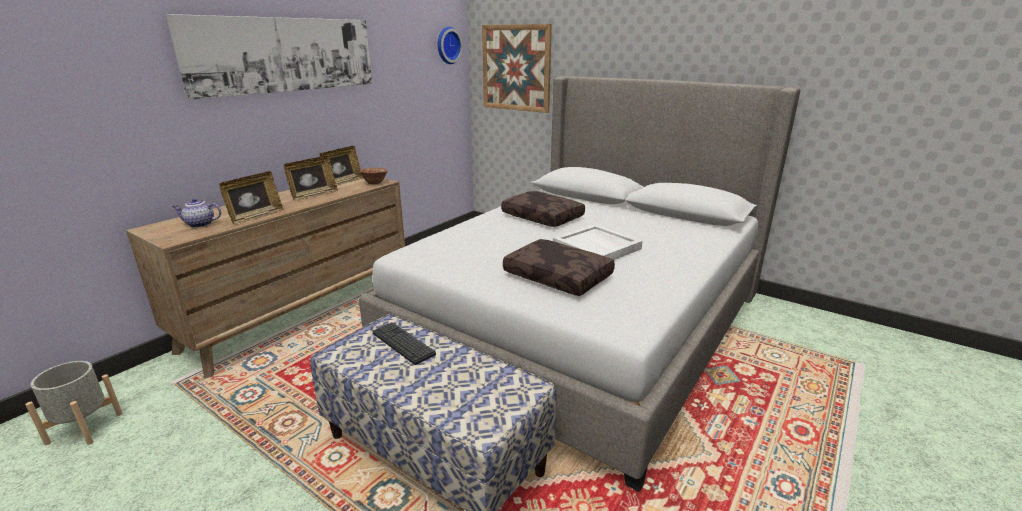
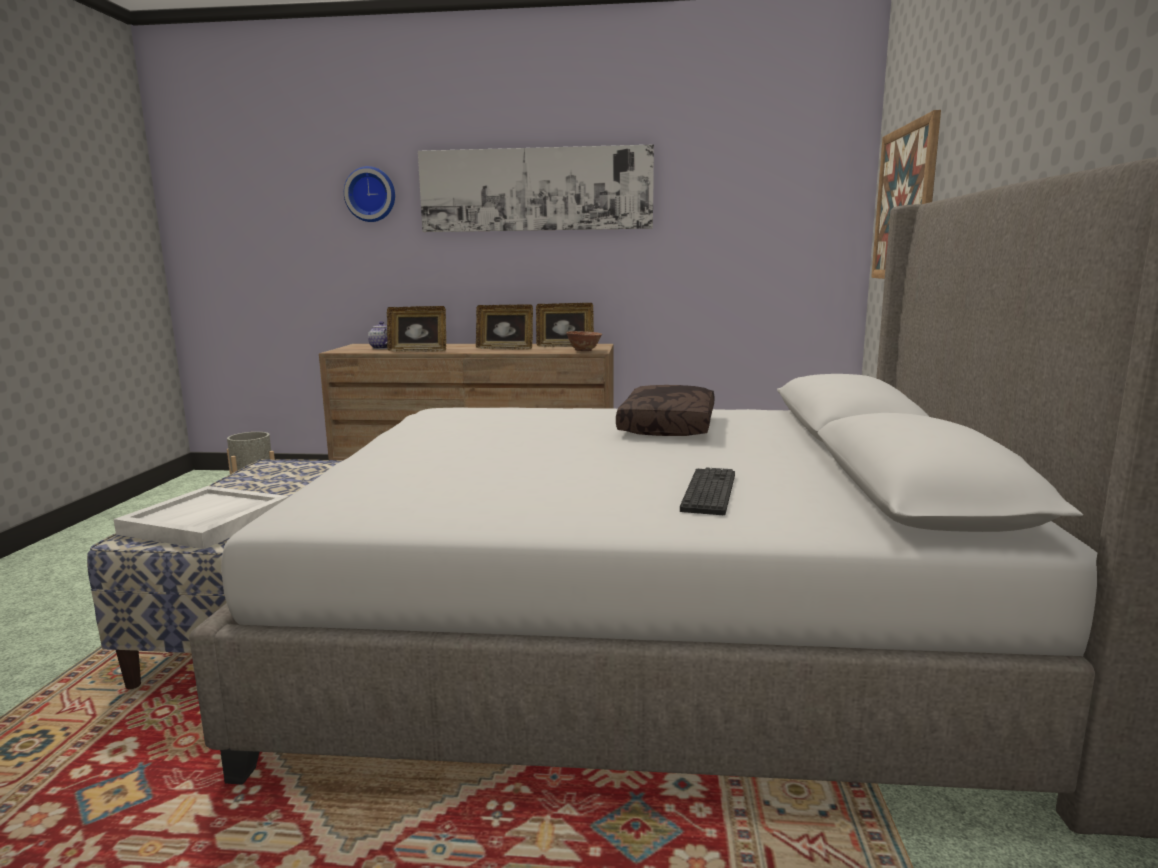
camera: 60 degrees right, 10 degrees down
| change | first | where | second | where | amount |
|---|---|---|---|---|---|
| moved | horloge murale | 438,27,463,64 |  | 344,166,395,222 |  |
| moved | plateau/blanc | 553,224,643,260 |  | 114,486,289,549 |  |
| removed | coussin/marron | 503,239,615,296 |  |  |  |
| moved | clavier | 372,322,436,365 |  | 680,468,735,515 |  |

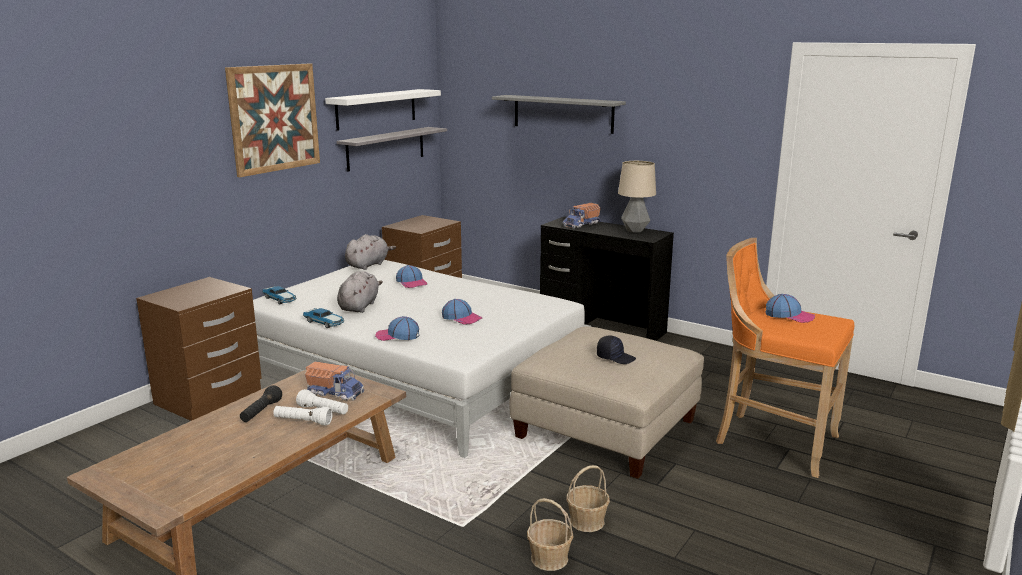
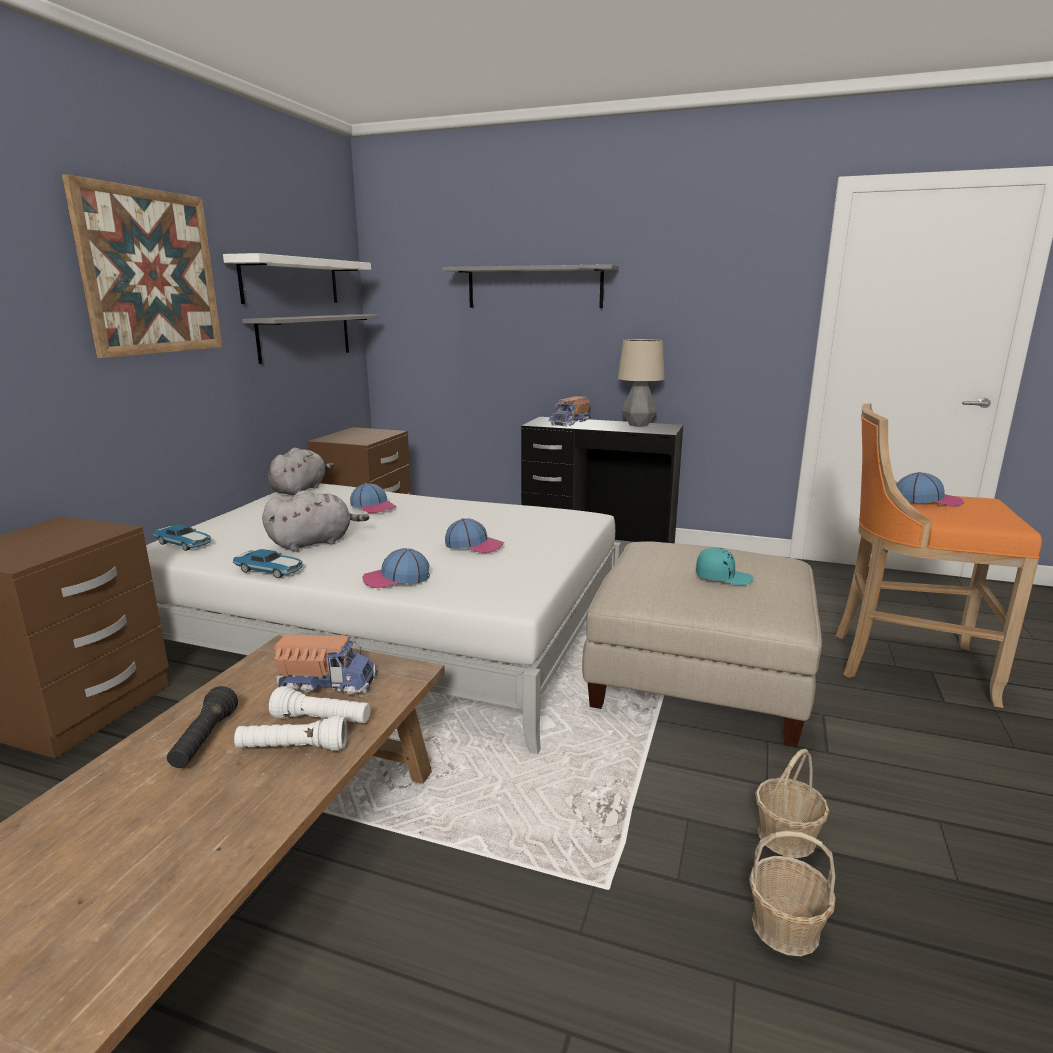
camera: 15 degrees left, 0 degrees up
| change | first | where | second | where | amount |
|---|---|---|---|---|---|
| turned | peluche/gris | 337,271,383,313 |  | 262,491,369,552 | 60 degrees clockwise |
| recoloured | casquette/noir | 597,336,636,364 | casquette/turquoise | 696,547,753,585 |  |

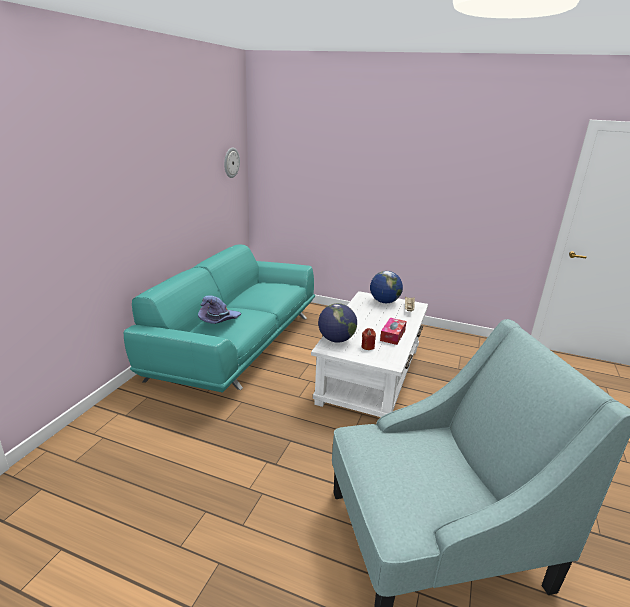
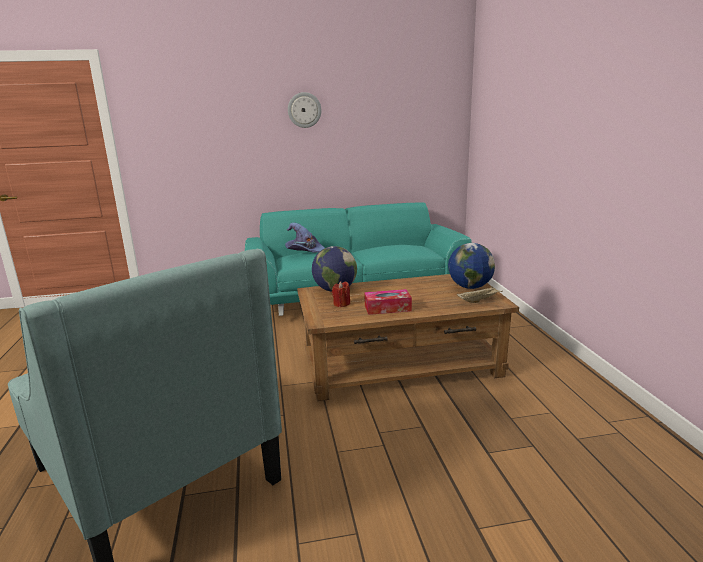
camera: 60 degrees right, 5 degrees down
| change | first | where | second | where | amount |
|---|---|---|---|---|---|
| moved | horloge murale | 224,147,240,178 |  | 288,92,321,128 |  |
| recoloured | table basse/blanc | 311,291,428,417 | table basse/marron | 297,274,519,401 |  |

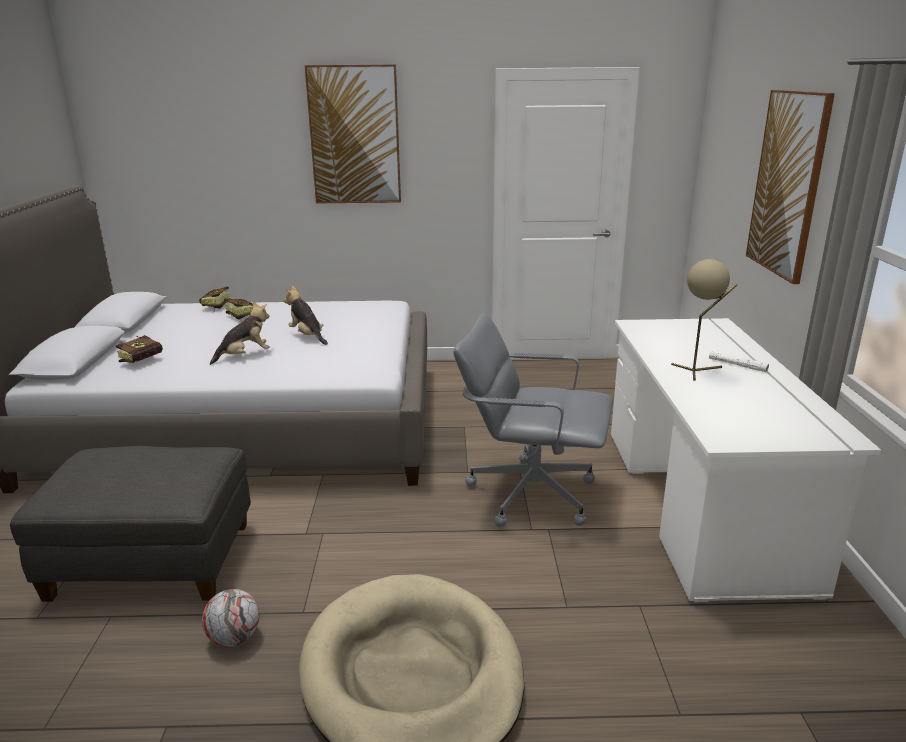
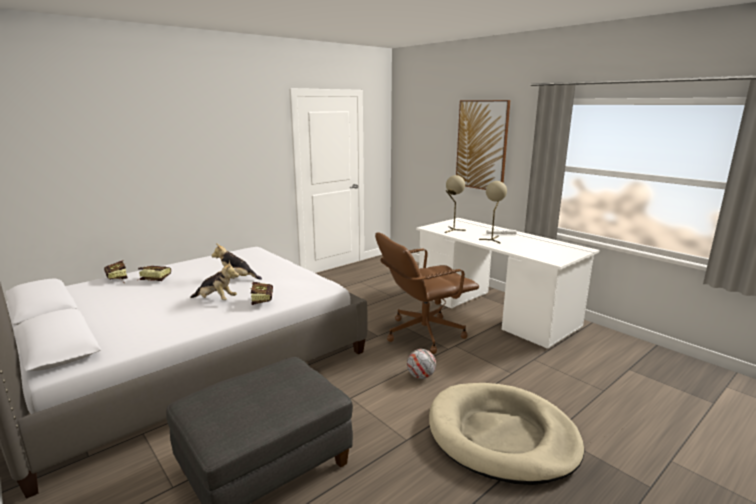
camera: 40 degrees left, 5 degrees down
| change | first | where | second | where | amount |
|---|---|---|---|---|---|
| removed | tableau | 305,64,401,204 |  |  |  |
| turned | peluche | 210,301,270,365 |  | 190,261,239,300 | 90 degrees clockwise |
| recoloured | chaise de bureau/gris | 453,313,613,527 | chaise de bureau/marron | 375,232,479,354 |  |
| moved | livre | 116,335,163,363 |  | 251,282,273,305 |  |
| moved | ballon de foot | 202,589,260,647 |  | 407,349,436,379 |  |
| added |  |  | lampe de table/beige | 445,175,466,233 |  |

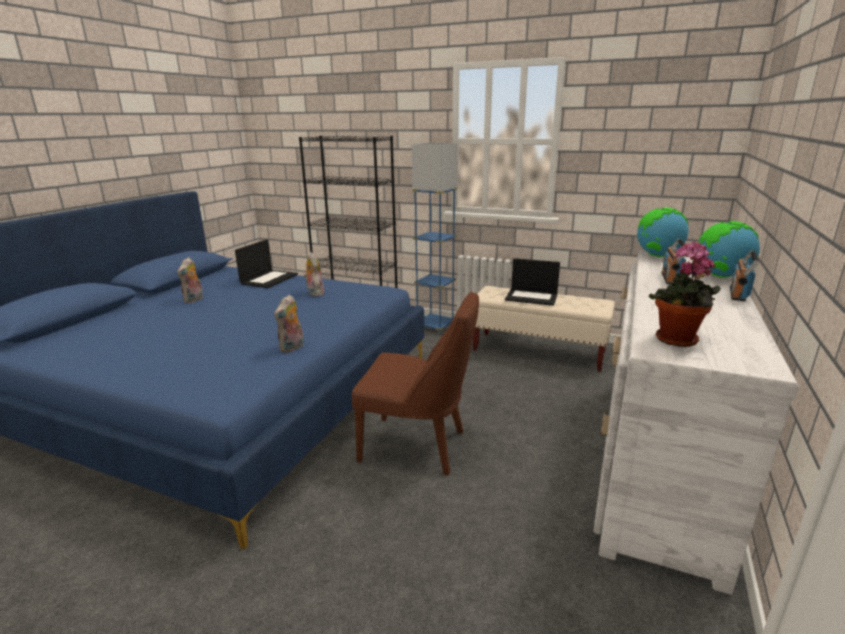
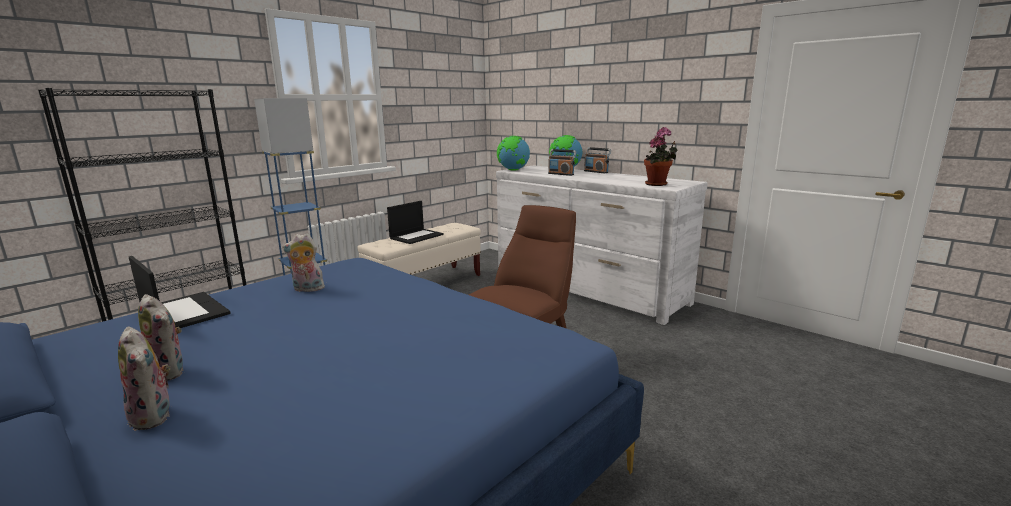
camera: 70 degrees left, 5 degrees down
| change | first | where | second | where | amount |
|---|---|---|---|---|---|
| moved | peluche | 274,295,304,353 |  | 118,326,170,431 |  |

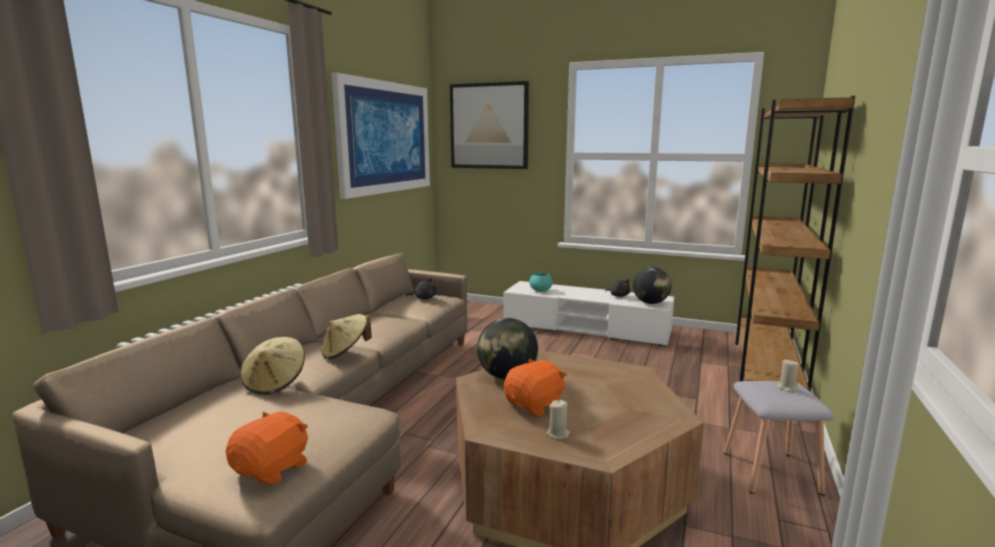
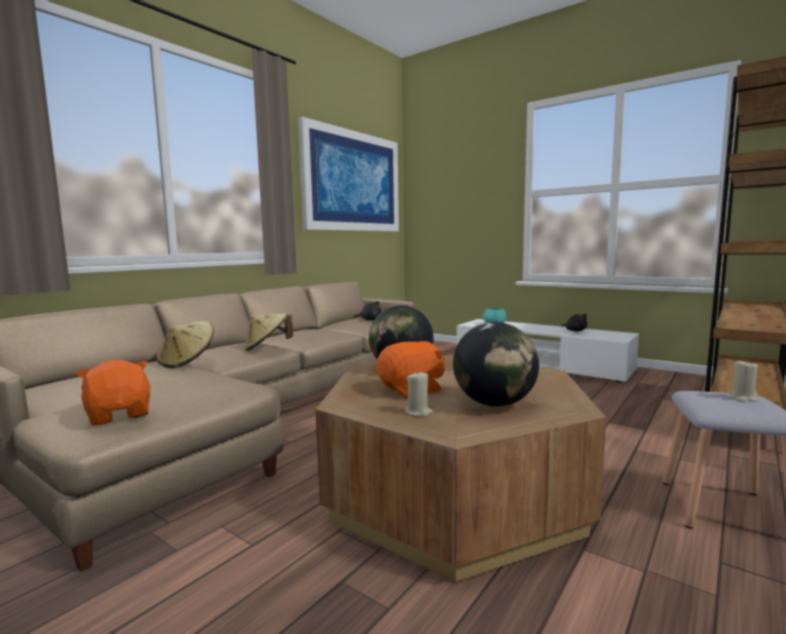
camera: 15 degrees right, 5 degrees down
| change | first | where | second | where | amount |
|---|---|---|---|---|---|
| removed | tableau | 450,81,529,169 |  |  |  |
| moved | globe | 633,267,671,304 |  | 453,322,539,407 |  |
| turned | peluche/orange | 226,412,308,485 |  | 76,360,150,425 | 75 degrees counterclockwise |

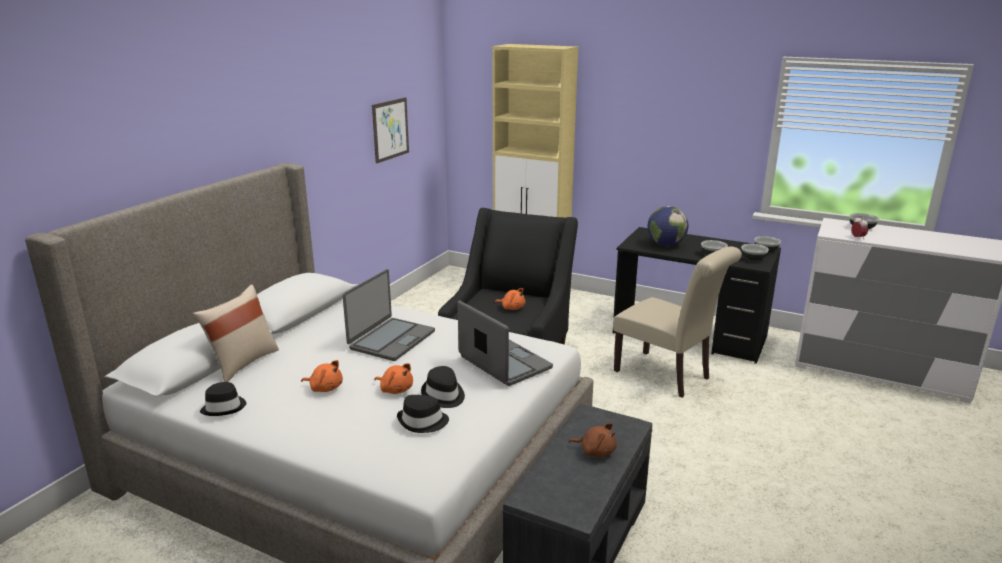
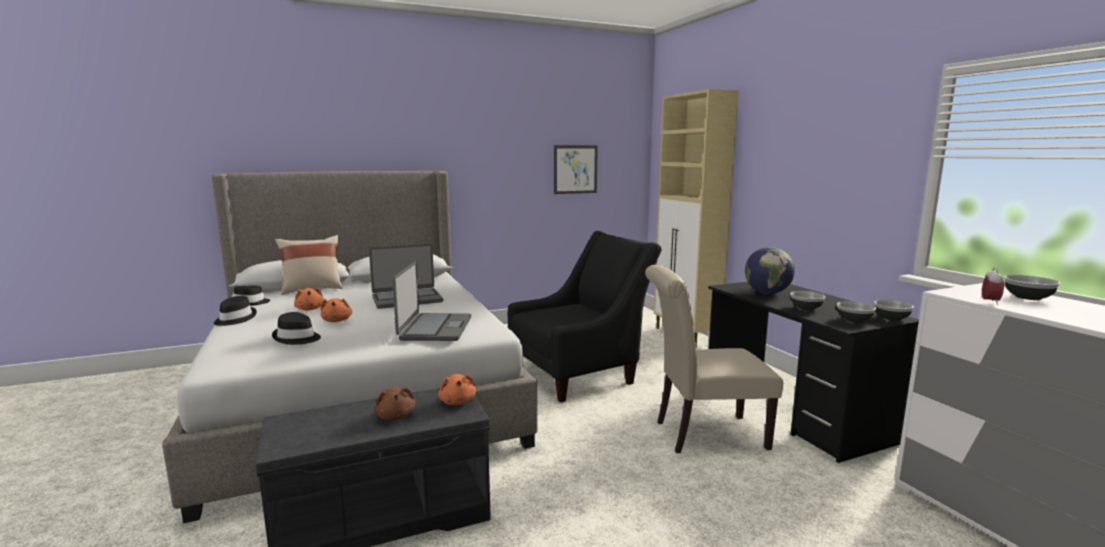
camera: 40 degrees right, 10 degrees down
| change | first | where | second | where | amount |
|---|---|---|---|---|---|
| turned | chaise/beige | 613,246,742,398 |  | 645,265,783,453 | 90 degrees clockwise |
| moved | peluche/orange | 495,288,525,310 |  | 438,374,476,405 |  |
| moved | chapeau/noir | 421,366,465,408 |  | 214,296,257,326 |  |

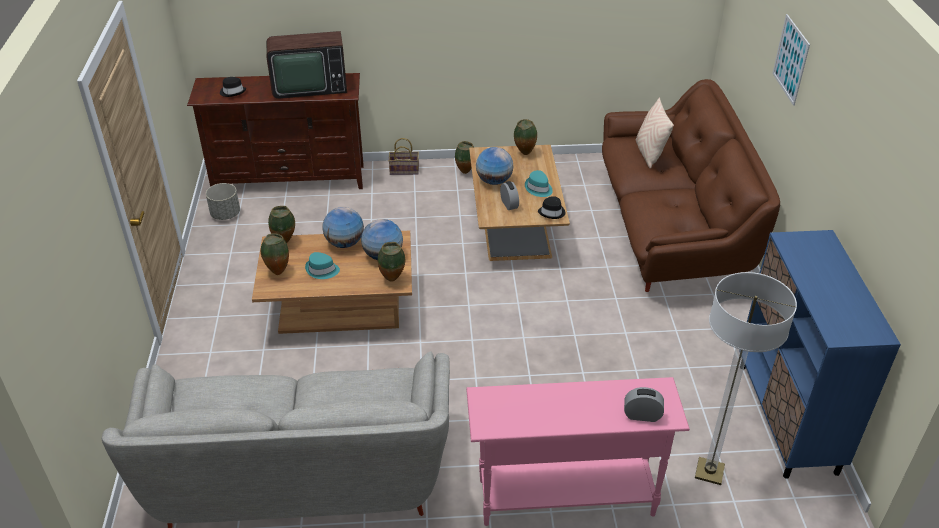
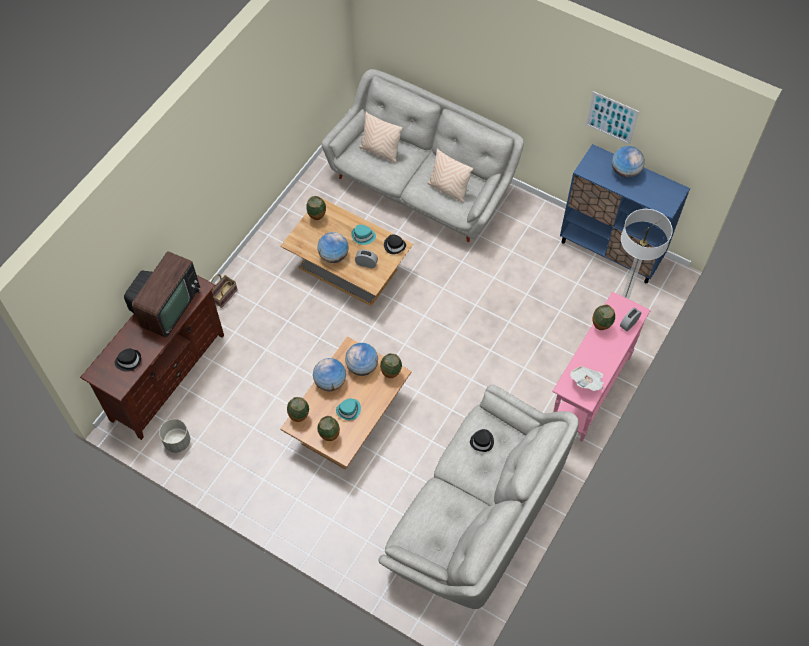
camera: 55 degrees left, 20 degrees up
| change | first | where | second | where | amount |
|---|---|---|---|---|---|
| moved | tableau | 772,14,810,106 |  | 586,91,639,145 |  |
| recoloured | canapé/marron | 602,79,780,292 | canapé/gris | 322,69,524,242 |  |
| moved | vase | 455,141,474,174 |  | 592,305,615,330 |  |
| added |  |  | globe | 612,146,644,178 |  |
| added |  |  | coussin/beige | 427,149,474,203 |  |
| added |  |  | journal | 570,366,604,391 |  |
| added |  |  | chapeau/noir | 470,429,494,452 |  |

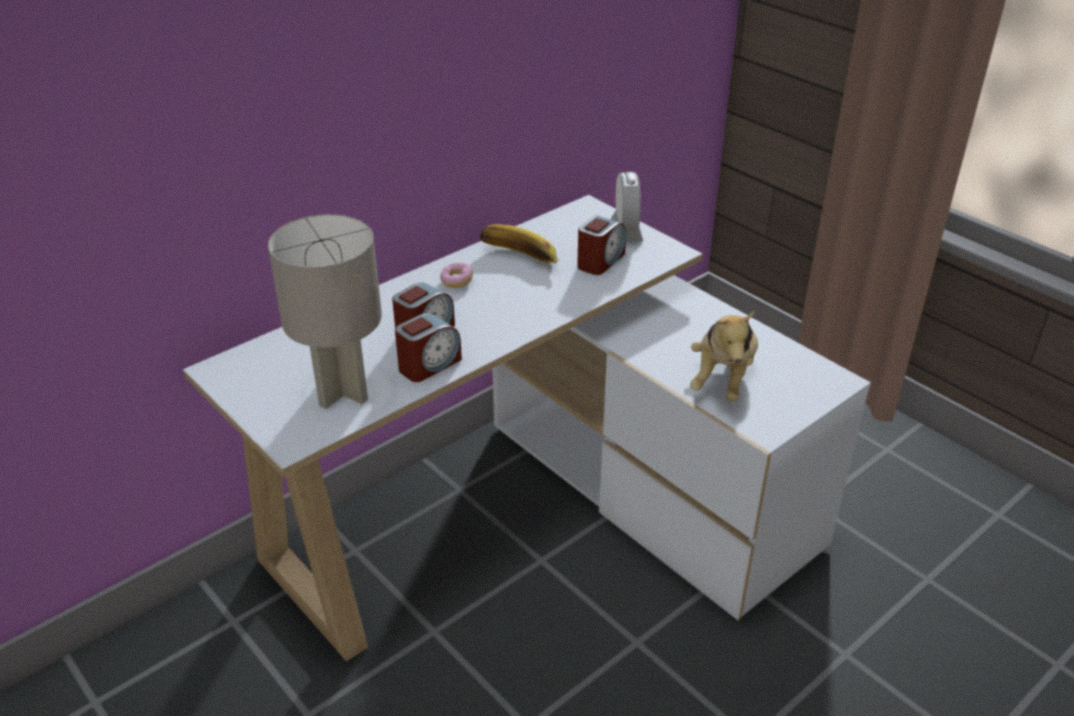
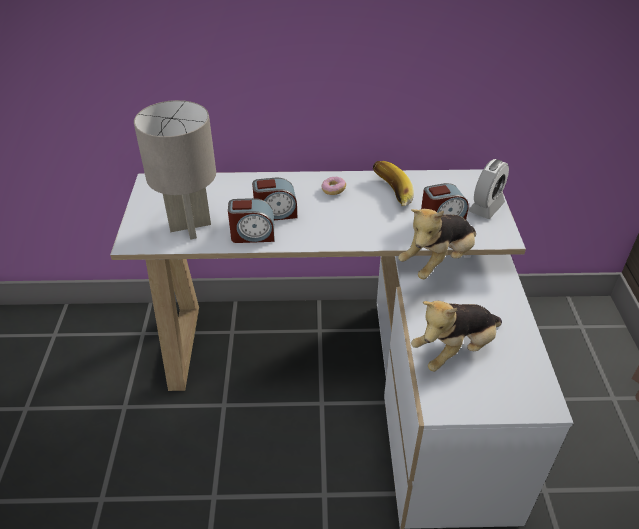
camera: 40 degrees right, 5 degrees up
| change | first | where | second | where | amount |
|---|---|---|---|---|---|
| added |  |  | peluche | 398,209,476,280 |  |

